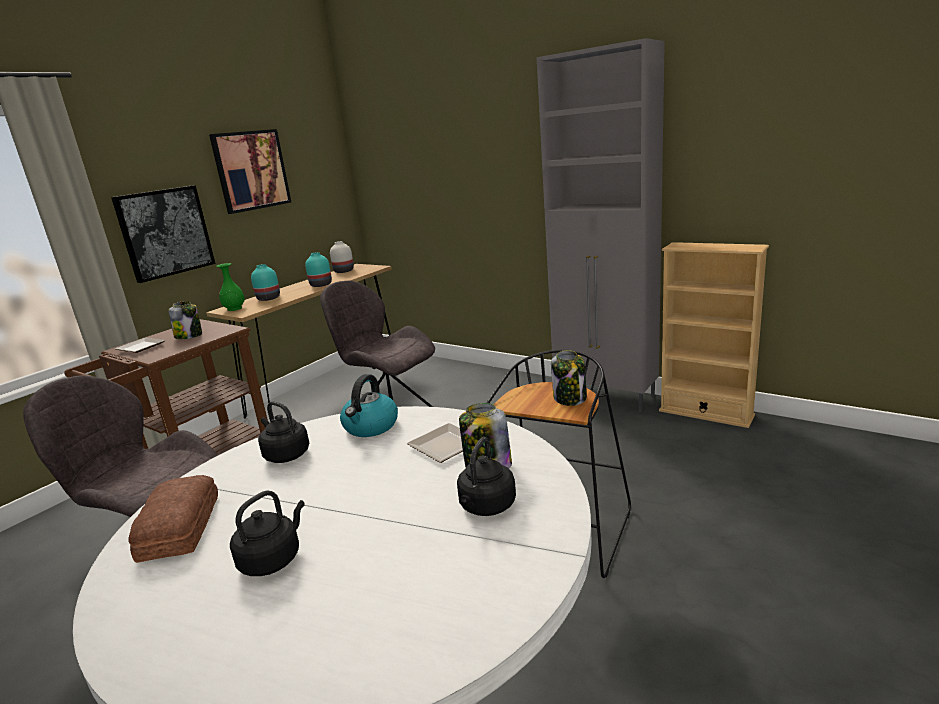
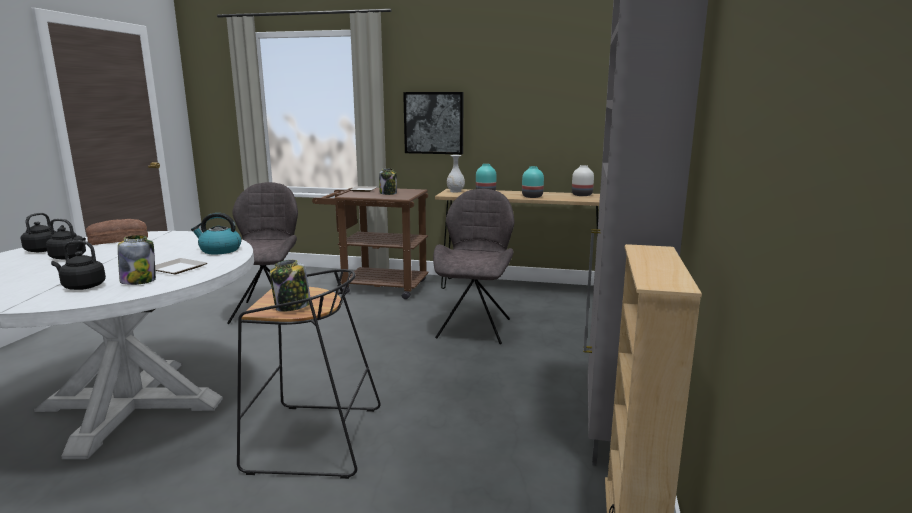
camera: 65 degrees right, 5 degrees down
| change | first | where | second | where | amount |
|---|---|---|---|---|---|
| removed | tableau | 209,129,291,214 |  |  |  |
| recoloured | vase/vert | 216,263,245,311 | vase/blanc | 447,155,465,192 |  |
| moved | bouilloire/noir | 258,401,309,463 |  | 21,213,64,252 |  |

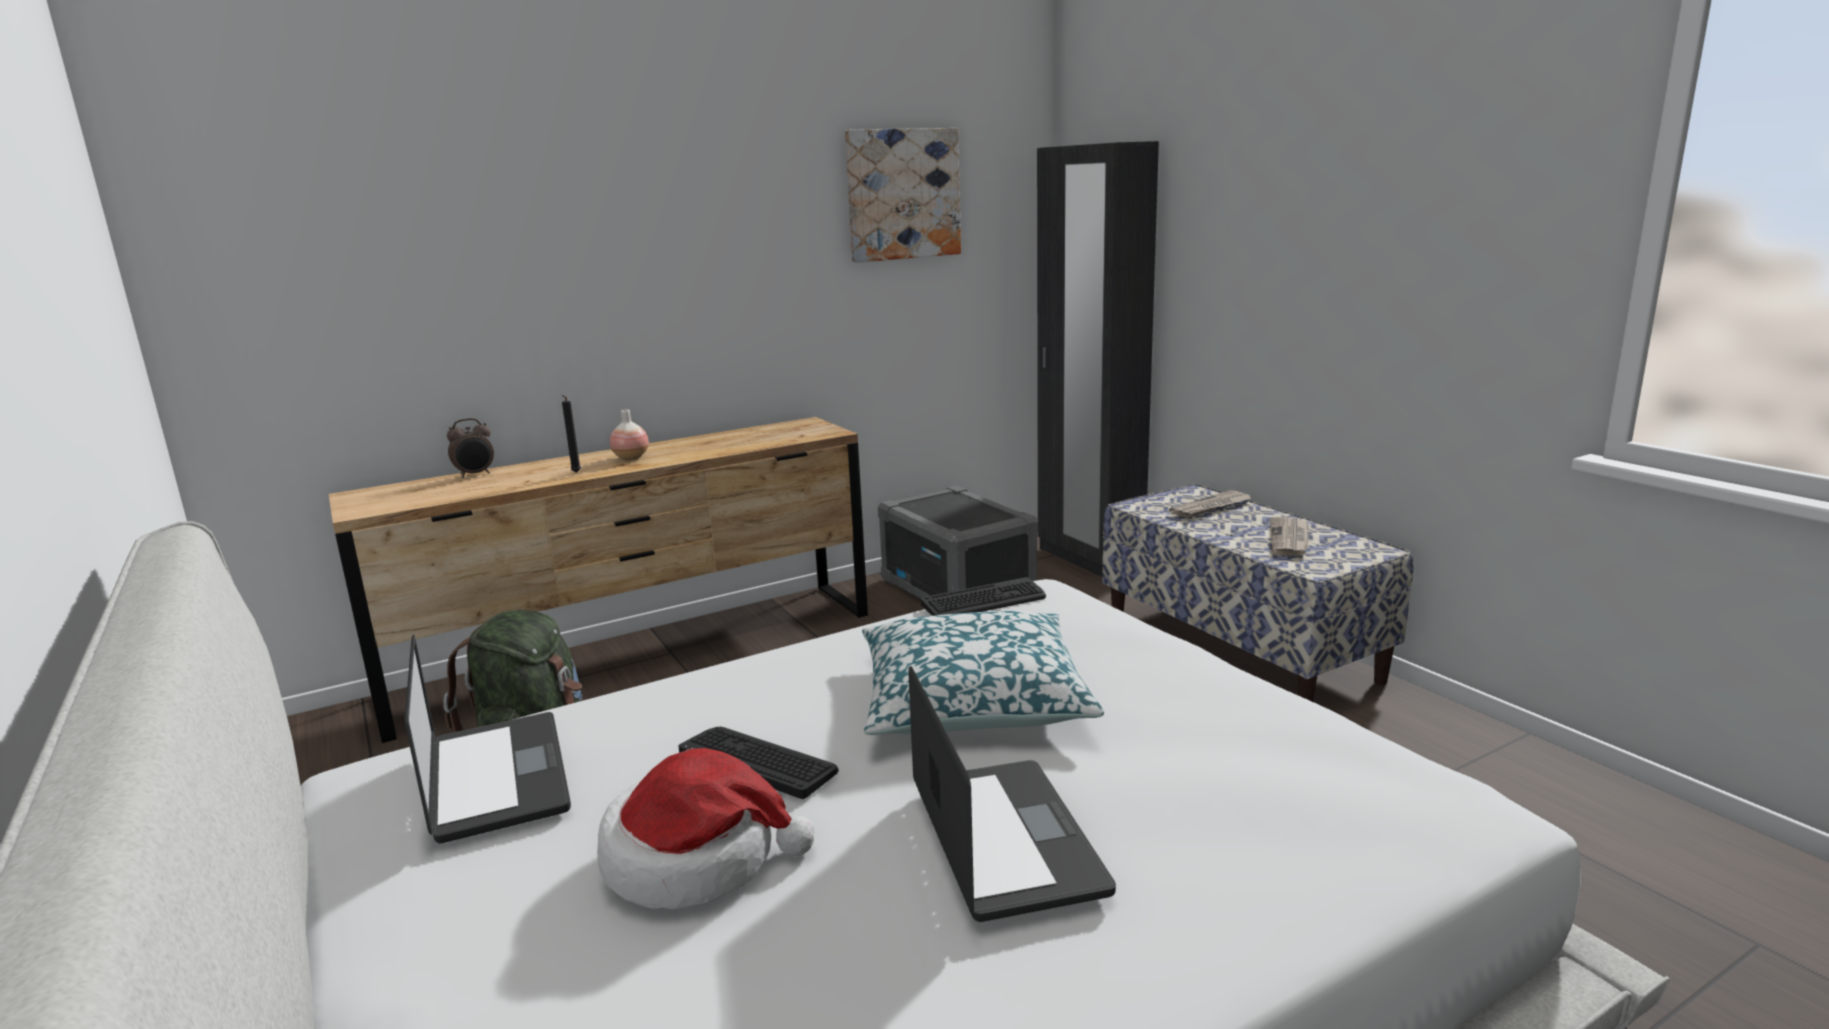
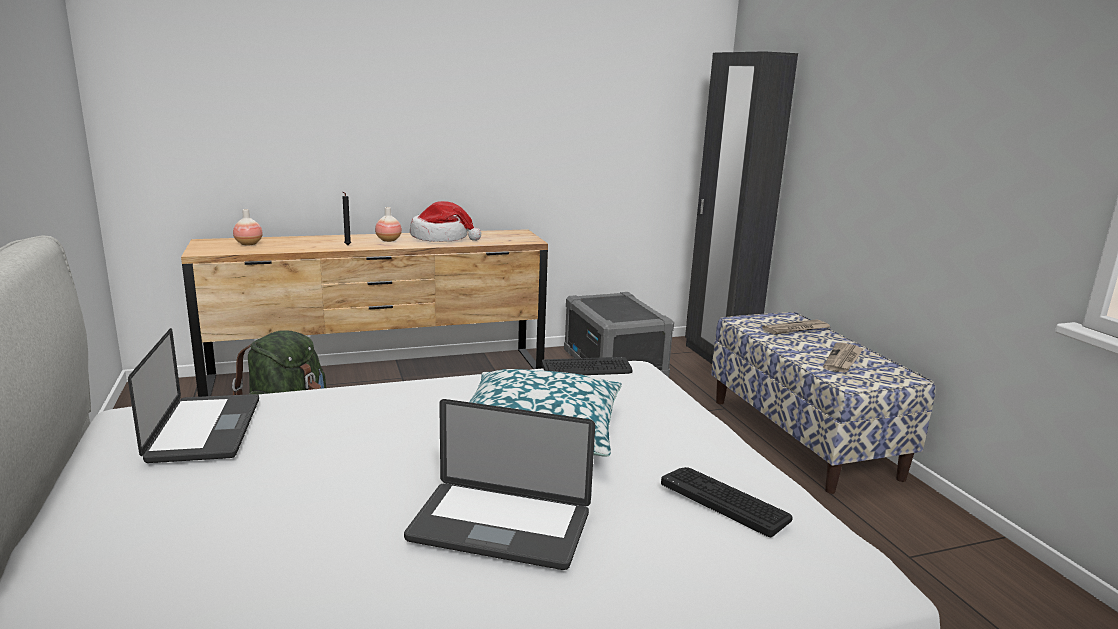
camera: 10 degrees right, 0 degrees up
| change | first | where | second | where | amount |
|---|---|---|---|---|---|
| removed | tableau | 845,128,961,263 |  |  |  |
| removed | réveil | 447,418,494,478 |  |  |  |
| turned | ordinateur portable | 908,666,1116,922 |  | 404,399,595,570 | 105 degrees clockwise |
| moved | clavier | 678,727,839,799 |  | 661,467,793,537 |  |
| moved | chapeau | 597,748,814,909 |  | 410,201,481,242 |  |
| added |  |  | vase | 233,209,263,245 |  |

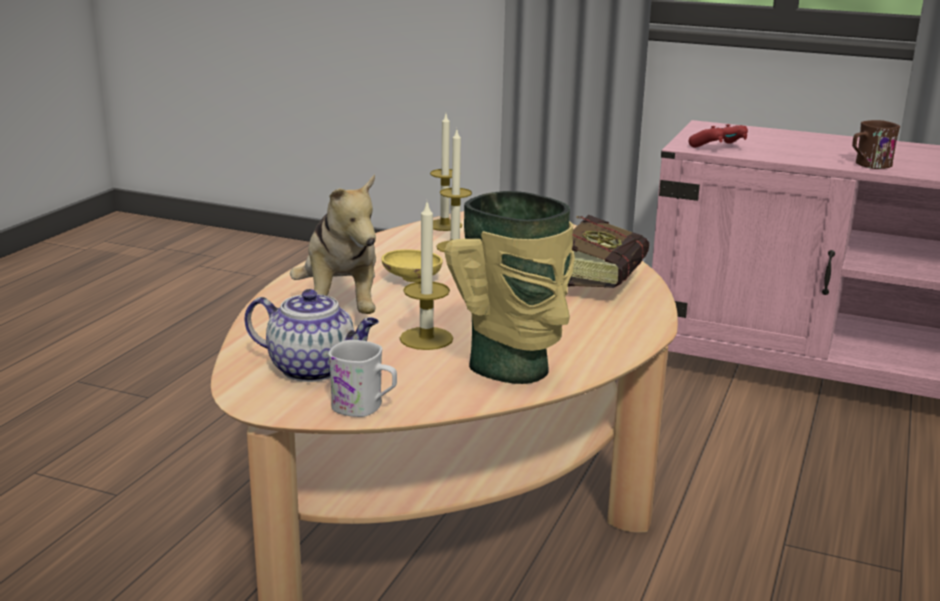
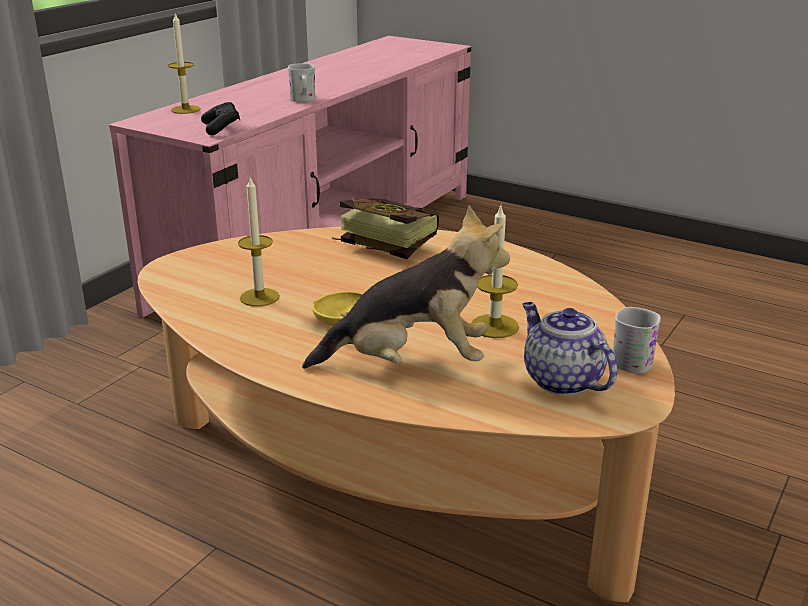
camera: 80 degrees left, 5 degrees up
| change | first | where | second | where | amount |
|---|---|---|---|---|---|
| moved | bougie | 430,114,462,231 |  | 168,13,201,114 |  |
| recoloured | mug/marron | 852,120,900,169 | mug/blanc | 288,63,315,102 |  |
| recoloured | manette/rouge | 689,124,748,148 | manette/noir | 201,102,240,135 |  |
| removed | vase | 444,191,575,384 |  |  |  |
| turned | théière | 244,289,379,382 |  | 522,302,618,395 | 60 degrees counterclockwise |

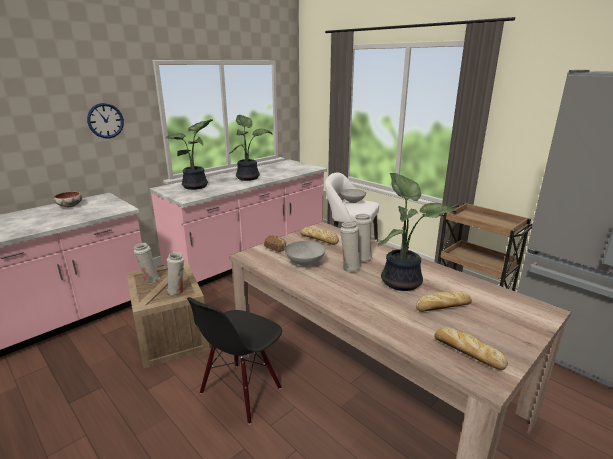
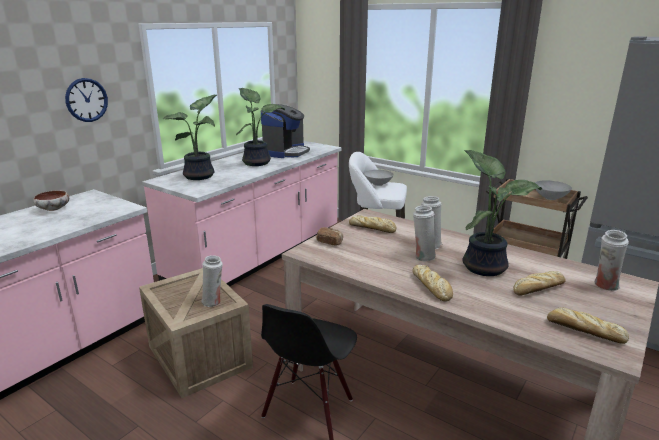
camera: 10 degrees left, 0 degrees up
| change | first | where | second | where | amount |
|---|---|---|---|---|---|
| moved | bol/gris | 284,241,326,266 |  | 535,180,572,200 |  |
| moved | vase/blanc | 134,243,160,283 |  | 595,230,629,291 |  |
| added |  |  | machine à café | 261,104,310,158 |  |
| added |  |  | pain | 412,265,453,302 |  |

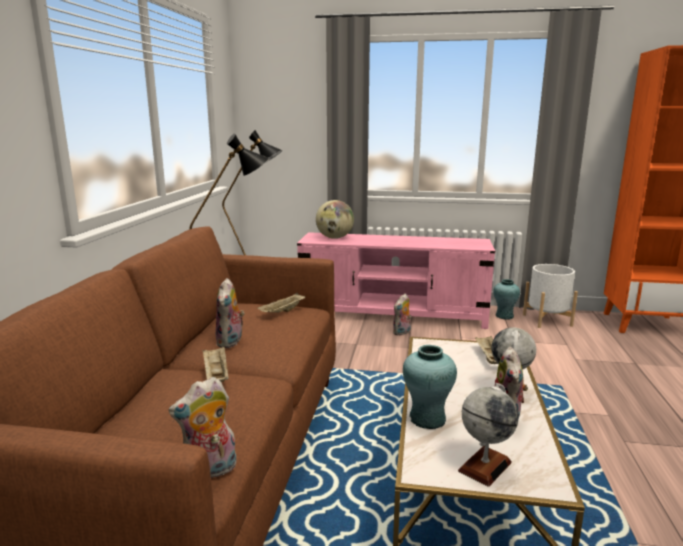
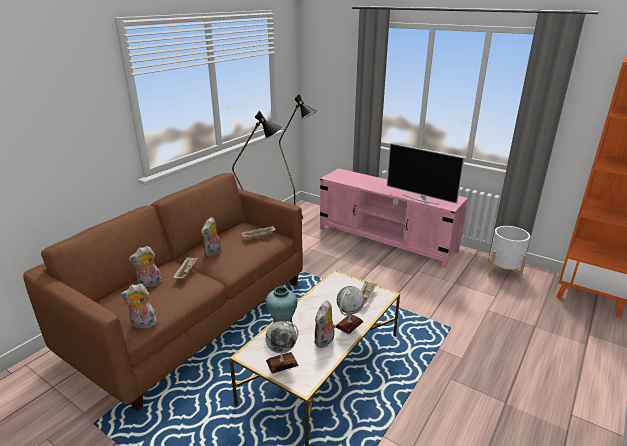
camera: 25 degrees right, 10 degrees up
| change | first | where | second | where | amount |
|---|---|---|---|---|---|
| removed | globe | 316,200,354,239 |  |  |  |
| removed | vase/turquoise | 493,279,520,320 |  |  |  |
| moved | peluche | 393,294,411,336 |  | 129,246,161,287 |  |
| added |  |  | téléviseur | 387,143,465,205 |  |

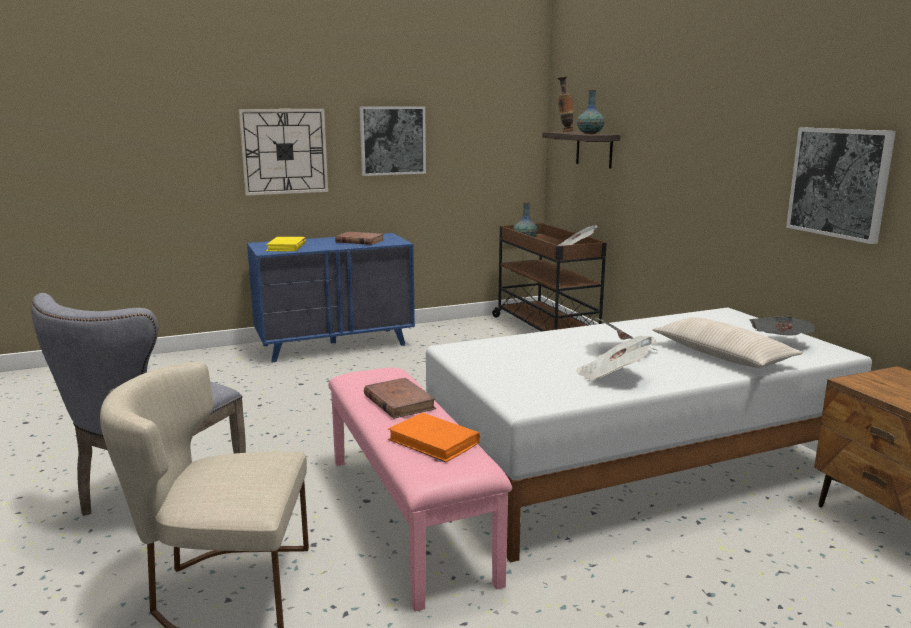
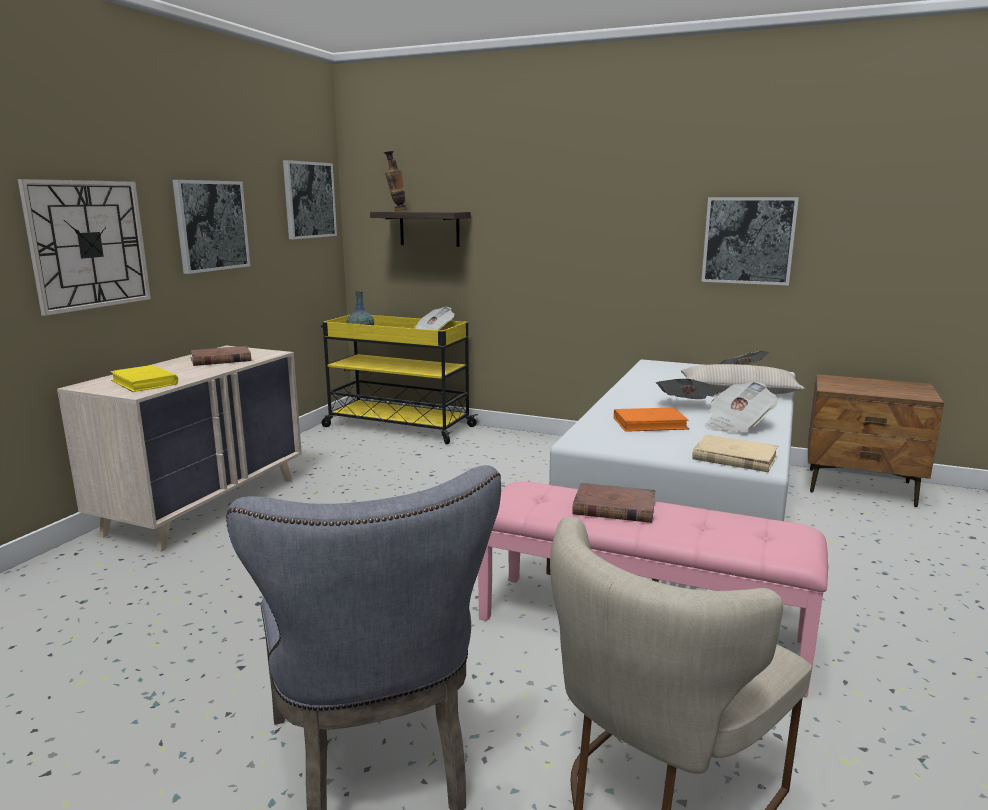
camera: 45 degrees left, 0 degrees up
| change | first | where | second | where | amount |
|---|---|---|---|---|---|
| removed | vase | 577,90,605,134 |  |  |  |
| recoloured | chariot/marron | 492,223,607,332 | chariot/jaune | 321,315,478,444 |  |
| recoloured | commode/bleu | 247,233,415,362 | commode/beige | 57,345,302,552 |  |
| moved | livre/orange | 388,413,480,462 |  | 614,407,690,432 |  |
| added |  |  | tableau | 283,160,337,239 |  |
| added |  |  | livre/beige | 692,435,778,472 |  |

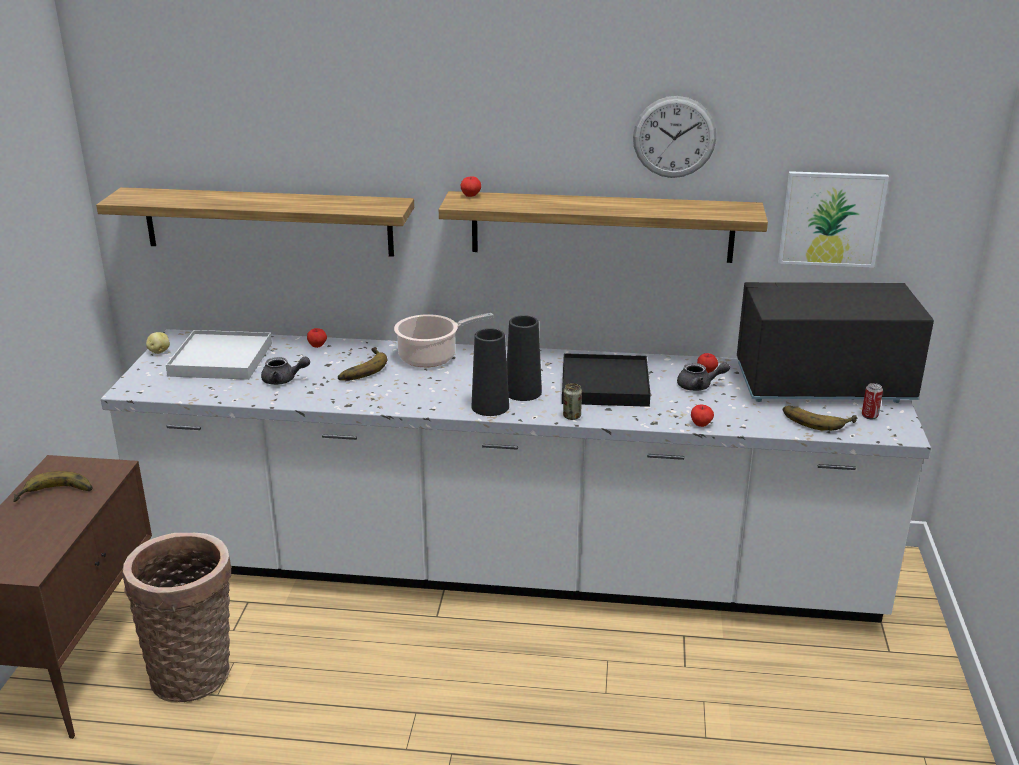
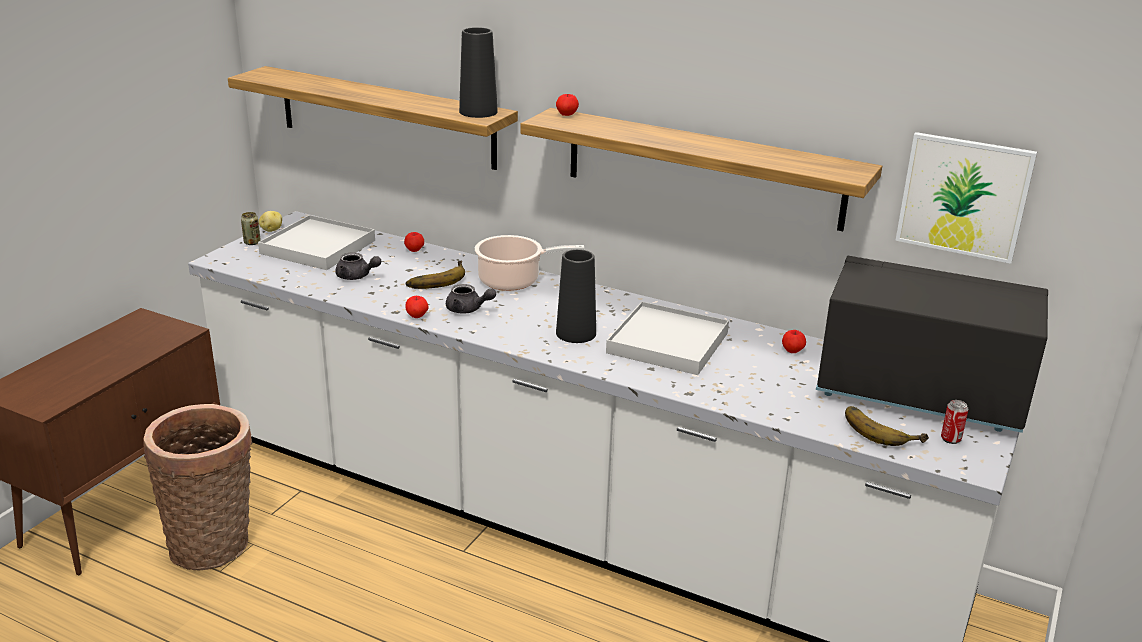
camera: 20 degrees right, 0 degrees up
| change | first | where | second | where | amount |
|---|---|---|---|---|---|
| removed | horloge murale | 633,96,716,178 |  |  |  |
| moved | vase/noir | 471,328,509,416 |  | 459,27,498,118 |  |
| recoloured | plateau/noir | 562,353,651,407 | plateau/blanc | 606,302,729,375 |  |
| moved | théière/gris | 677,362,730,391 |  | 446,284,496,314 |  |
| moved | boîte métallique | 563,383,582,420 |  | 241,212,261,245 |  |
| moved | pomme | 691,404,714,427 |  | 405,296,428,318 |  |
| removed | banane | 13,471,92,502 |  |  |  |

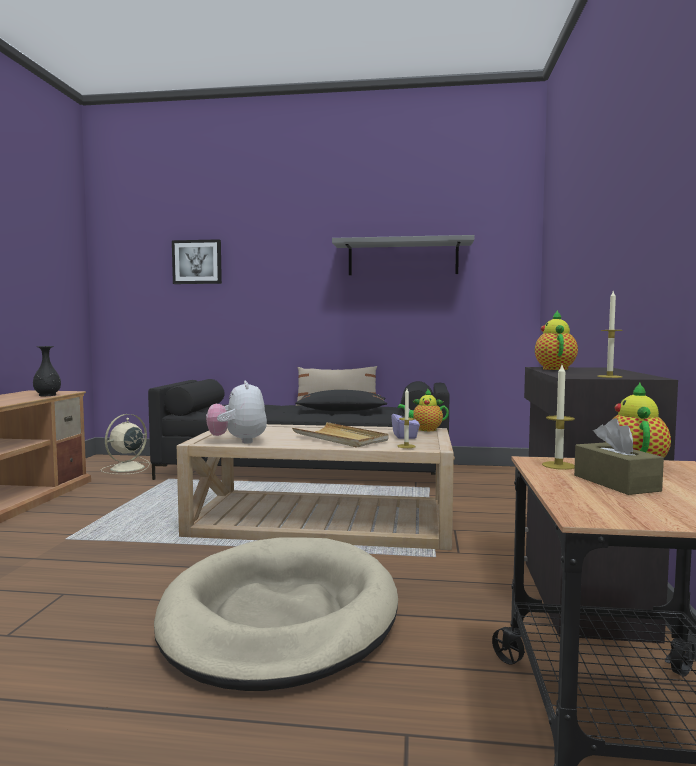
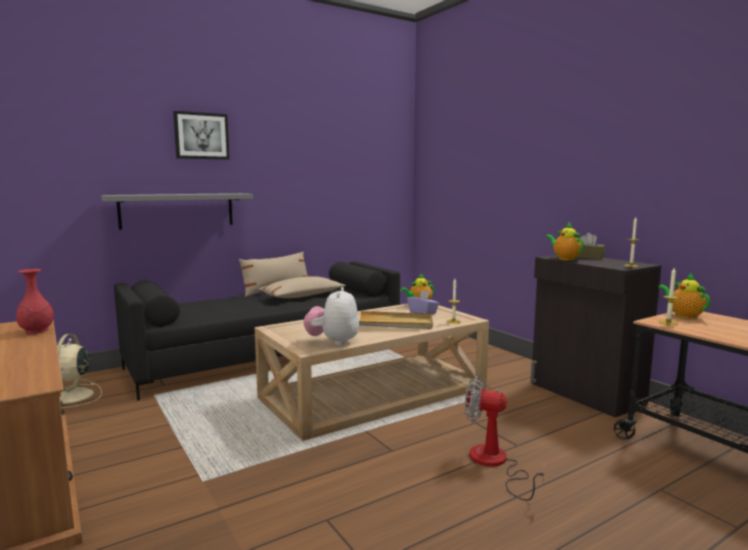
camera: 40 degrees left, 5 degrees up
| change | first | where | second | where | amount |
|---|---|---|---|---|---|
| moved | étagère/gris | 332,235,474,275 |  | 101,193,253,230 |  |
| moved | tableau | 172,239,222,284 |  | 173,111,230,160 |  |
| recoloured | vase/noir | 33,346,61,396 | vase/rouge | 16,269,54,334 |  |
| turned | peluche | 206,381,267,444 |  | 304,287,359,346 | 60 degrees clockwise |
| recoloured | coussin/noir | 295,390,387,411 | coussin/beige | 259,276,346,298 |  |
| moved | boîte à mouchoirs/marron | 574,418,664,495 |  | 576,233,605,259 |  |
| replaced | panier pour chien/beige | 154,537,398,691 | ventilateur | 465,376,545,501 |  |

